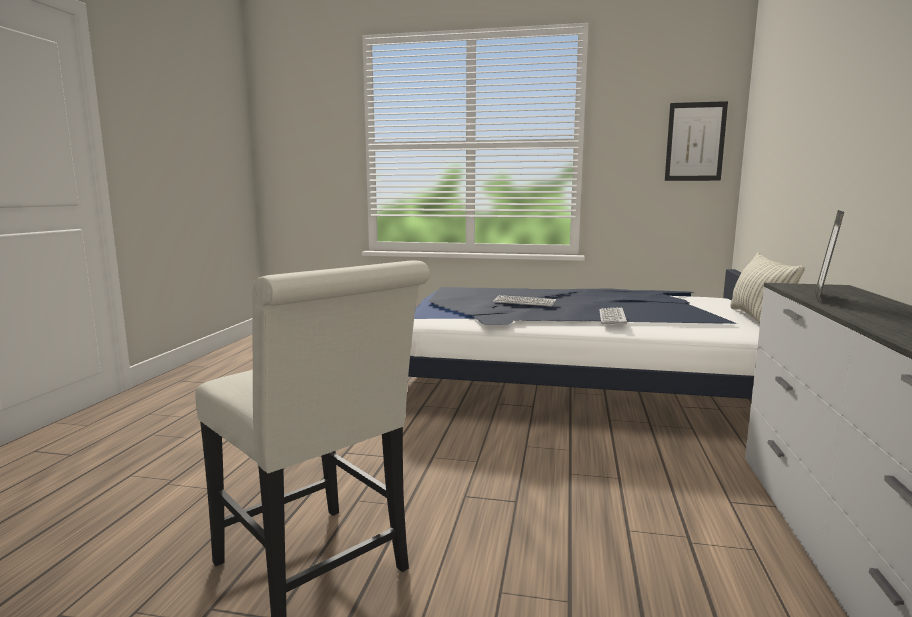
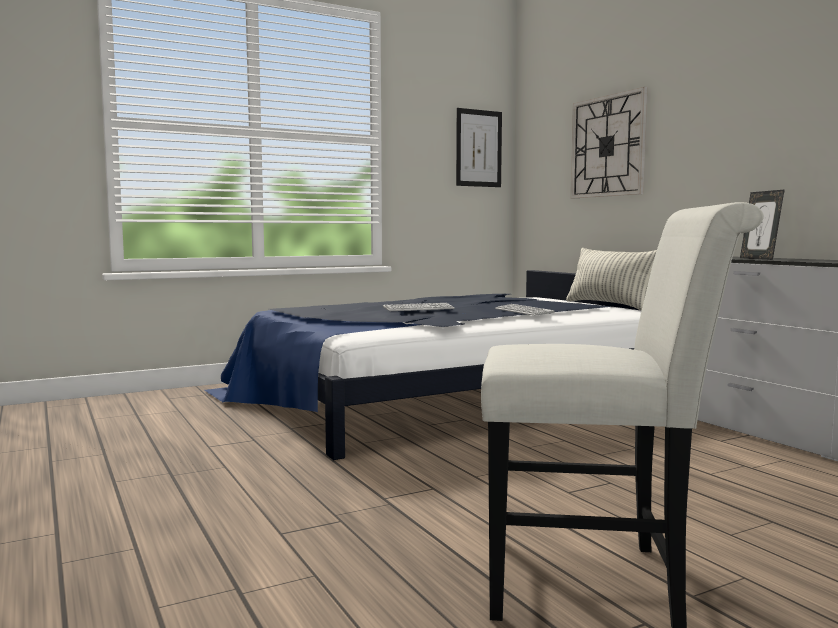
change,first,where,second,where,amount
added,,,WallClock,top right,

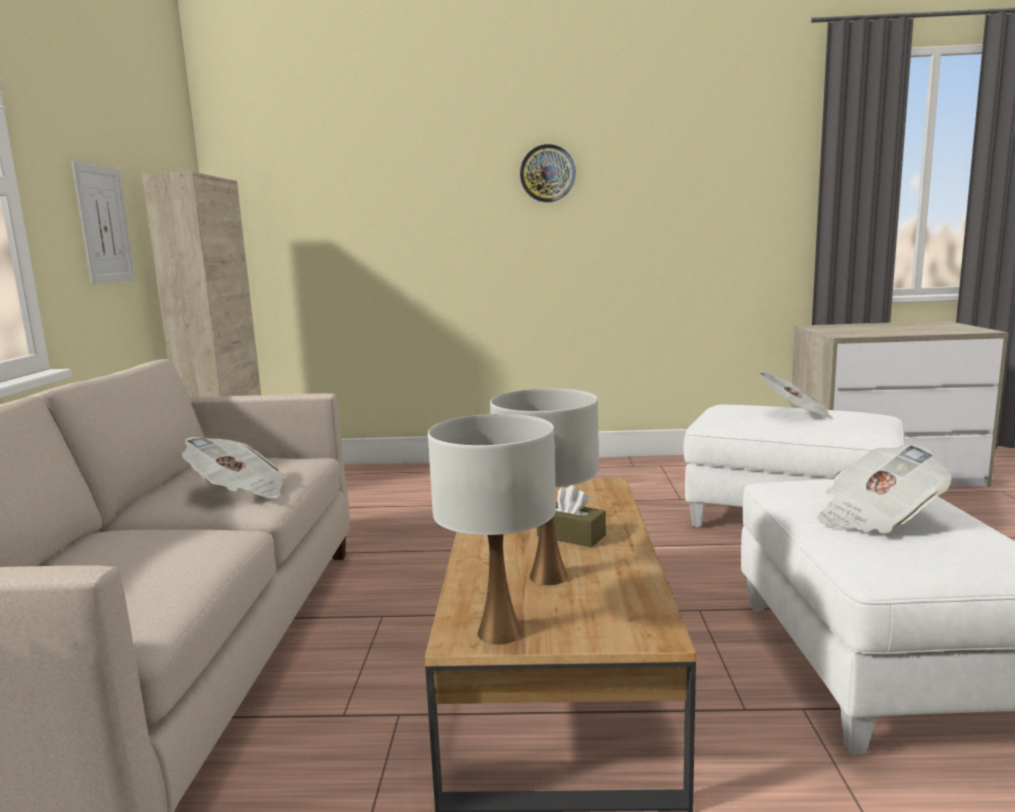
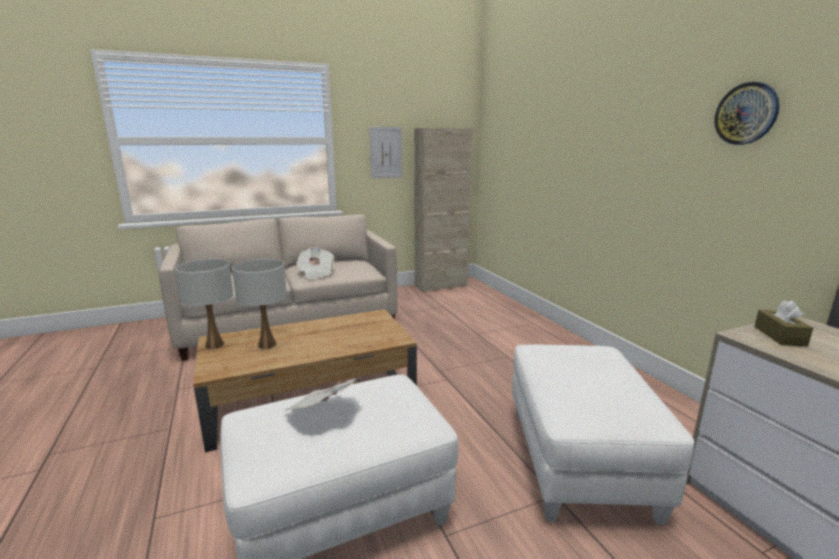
change,first,where,second,where,amount
moved,WallClock,top centre,,top right,
moved,BrownTissueBox,centre,,middle right,
removed,Newspaper (2nd from left),middle right,,,

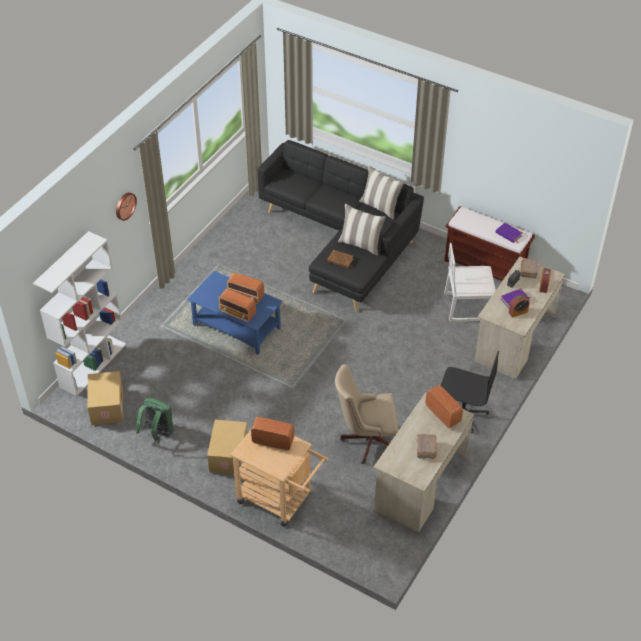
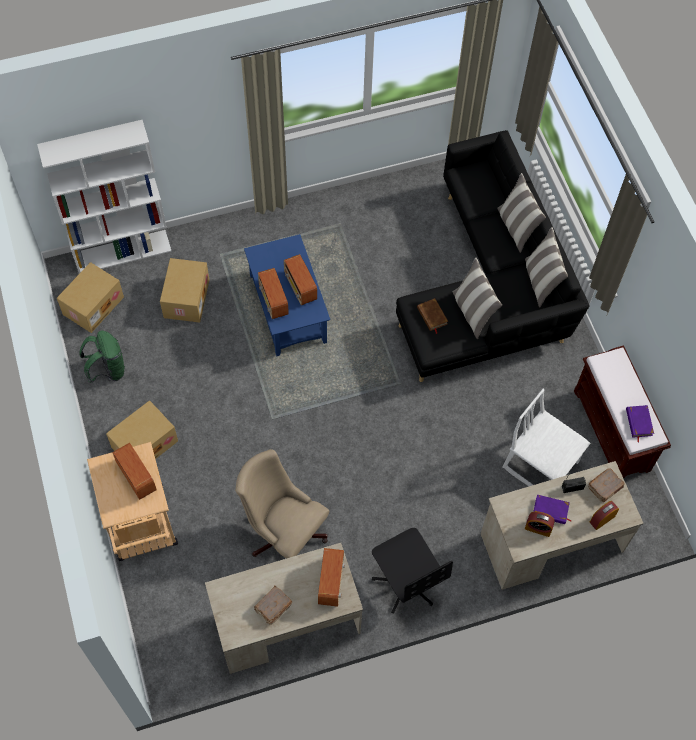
change,first,where,second,where,amount
added,,,CardboardBox (3rd from left),middle left,
added,,,Pillow (2nd from left),top right,
removed,WallClock,top left,,,

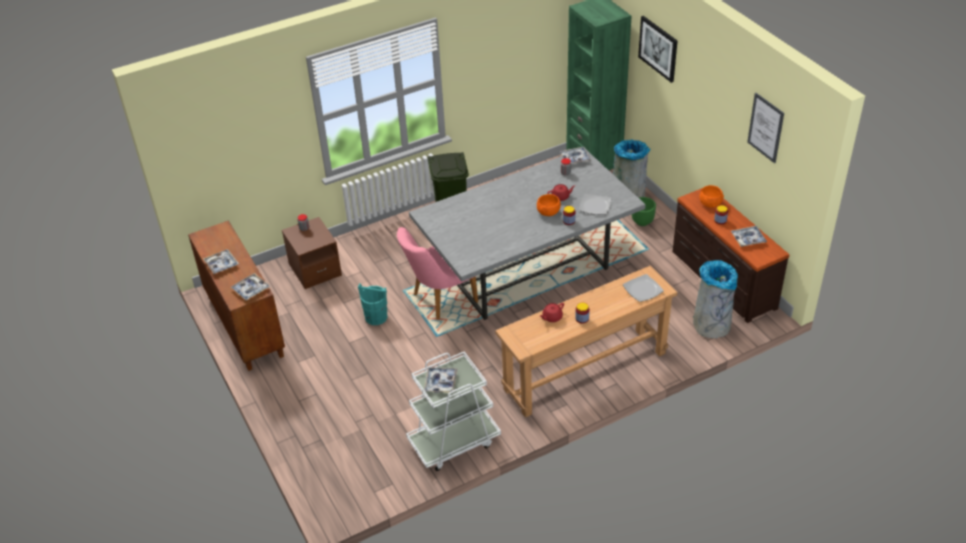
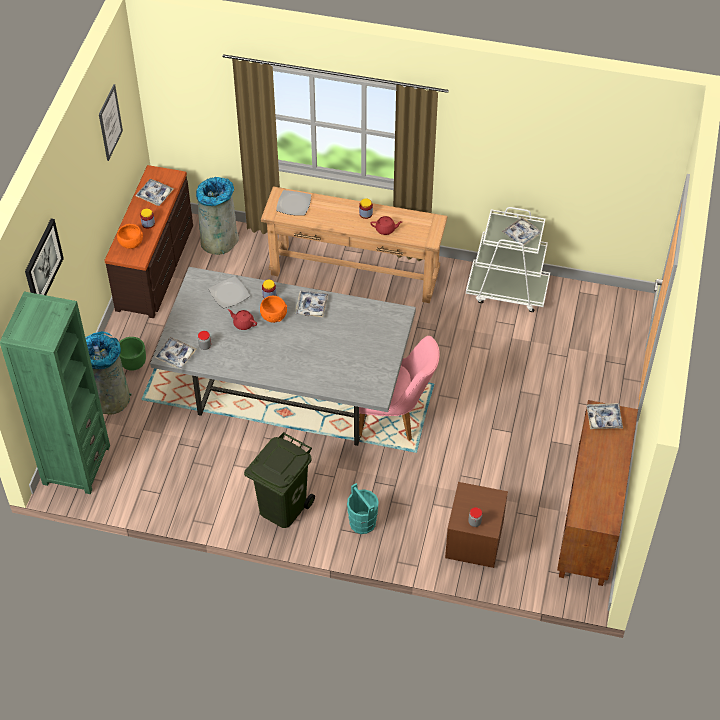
change,first,where,second,where,amount
moved,Tray (1st from left in the first image),middle left,Tray (3rd from left),centre,
moved,TurquoiseBucket,centre,,bottom centre,

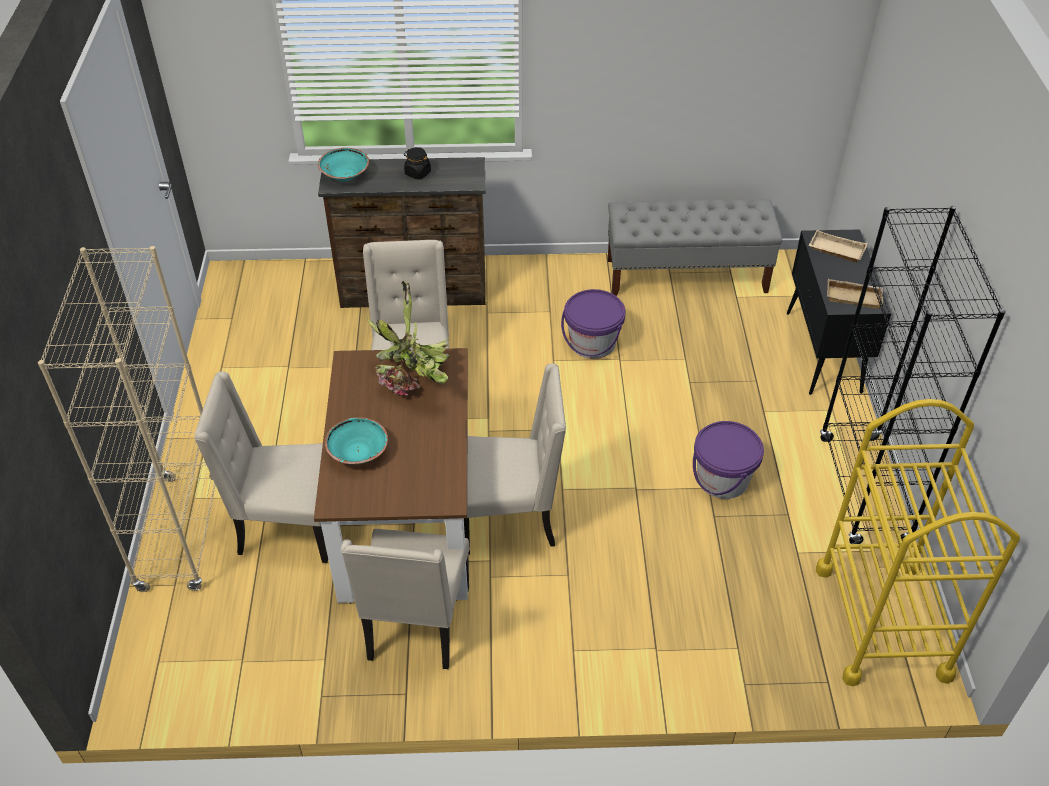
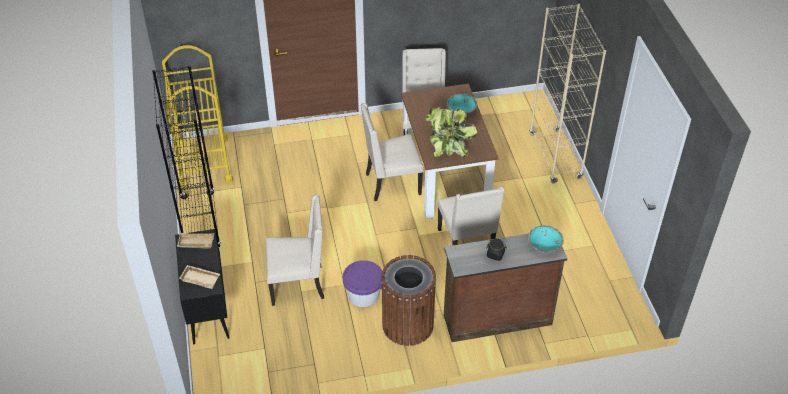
change,first,where,second,where,amount
moved,BeigeChair (1st from left),middle left,,centre,
added,,,BrownTrashCan,bottom centre,
removed,GreyBench,top centre,,,
removed,PurpleBucket (2nd from left),middle right,,,

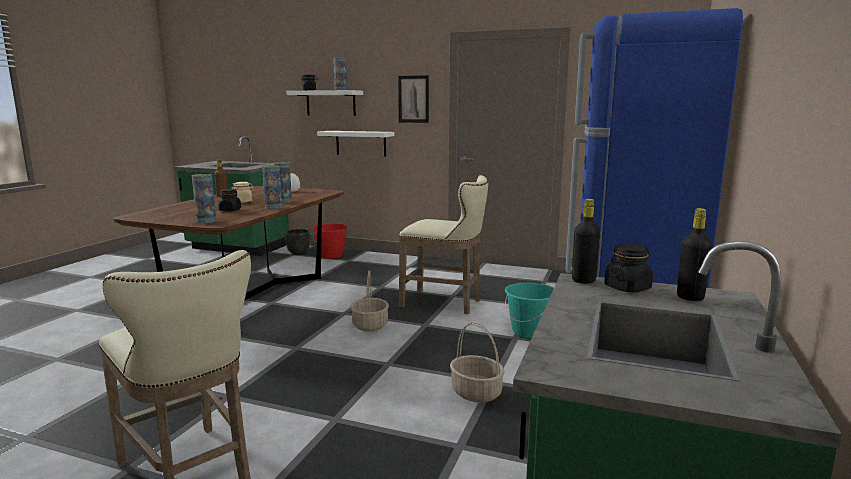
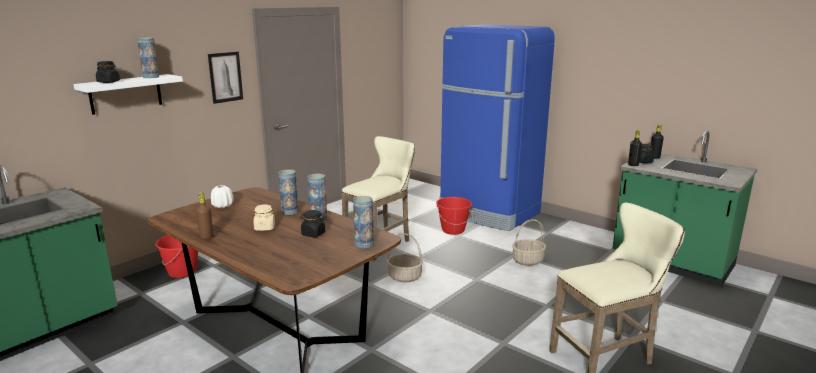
change,first,where,second,where,amount
recoloured,TurquoiseBucket,centre,RedBucket (2nd from left),centre,
removed,BlackPlanter,centre,,,
removed,WhiteShelf (2nd from left),top centre,,,

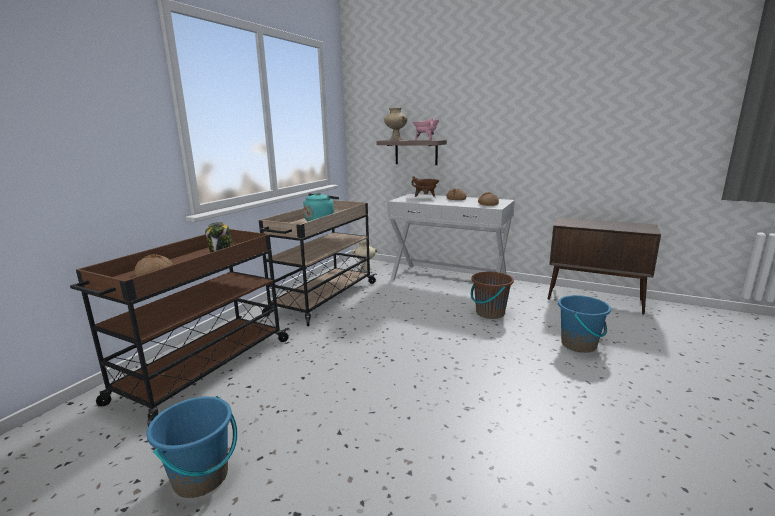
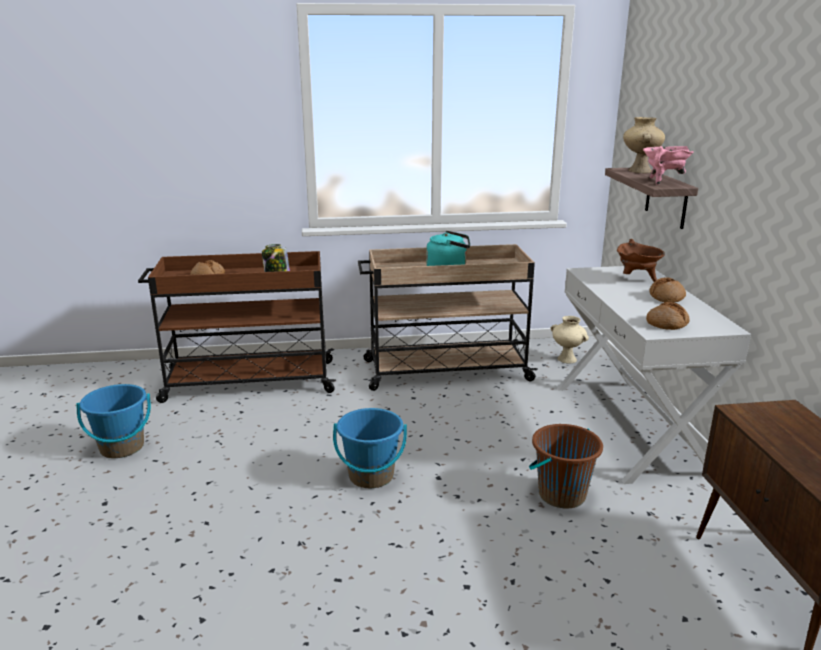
change,first,where,second,where,amount
moved,BlueBucket (2nd from left),middle right,,bottom centre,

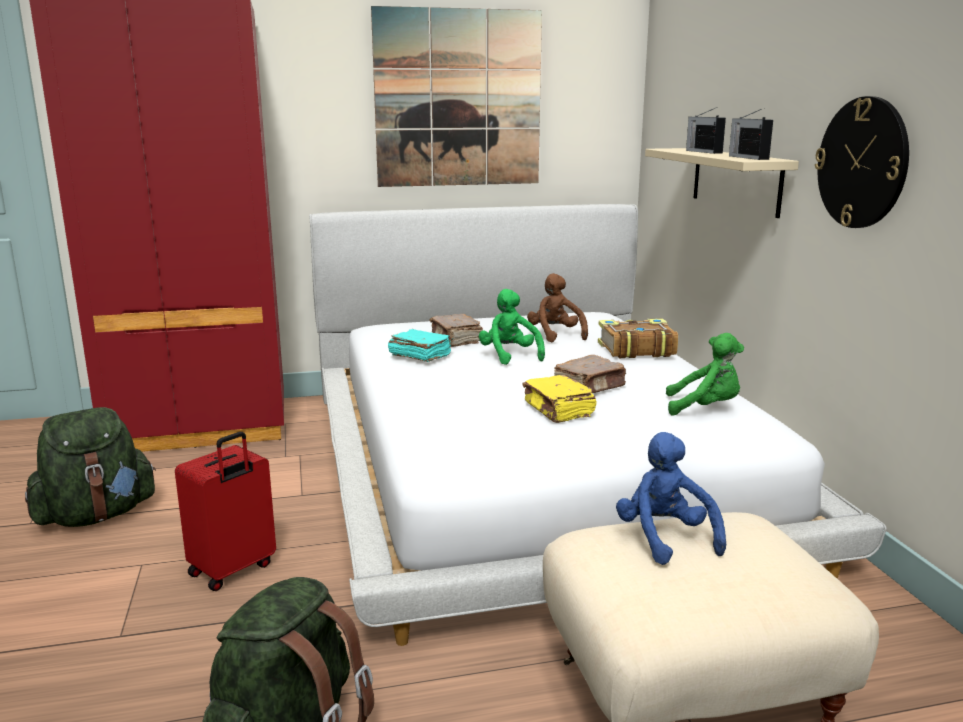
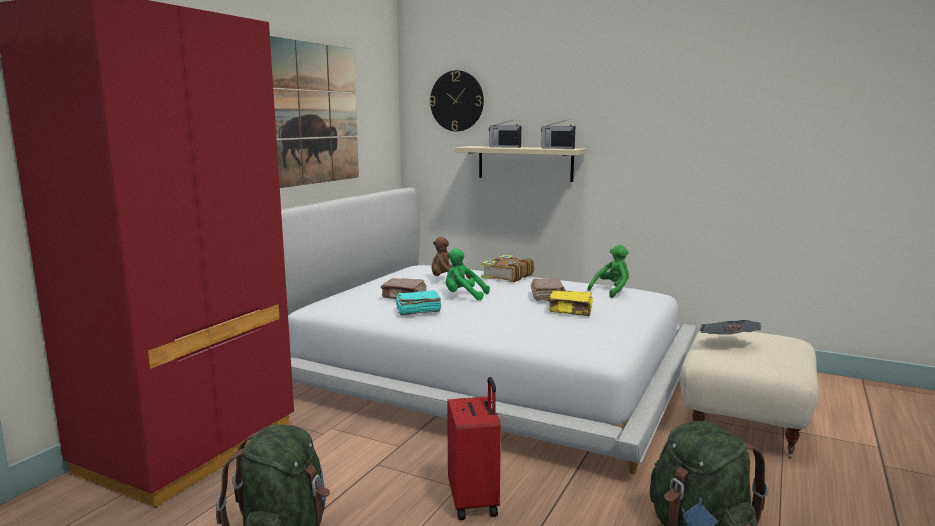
change,first,where,second,where,amount
moved,WallClock,top right,,top centre,
replaced,BluePlushToy,bottom right,Newspaper,middle right,

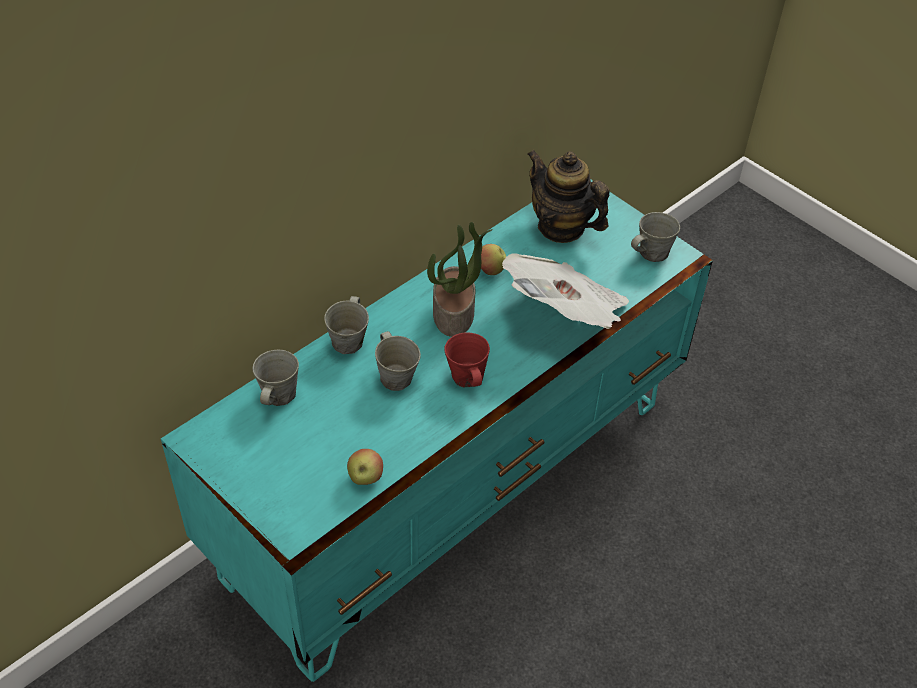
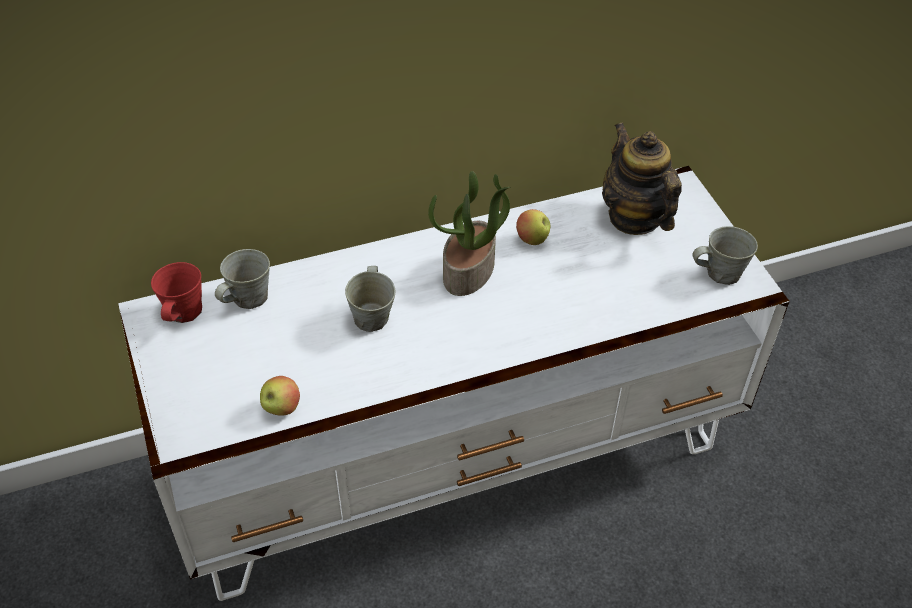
change,first,where,second,where,amount
recoloured,TurquoiseTvStand,centre,WhiteTvStand,centre,
moved,RedMug,centre,,middle left,
removed,GreyMug (2nd from left),centre,,,
removed,Newspaper,centre,,,

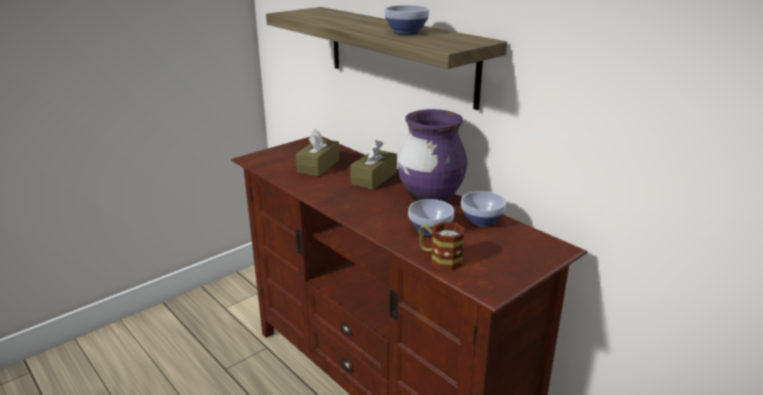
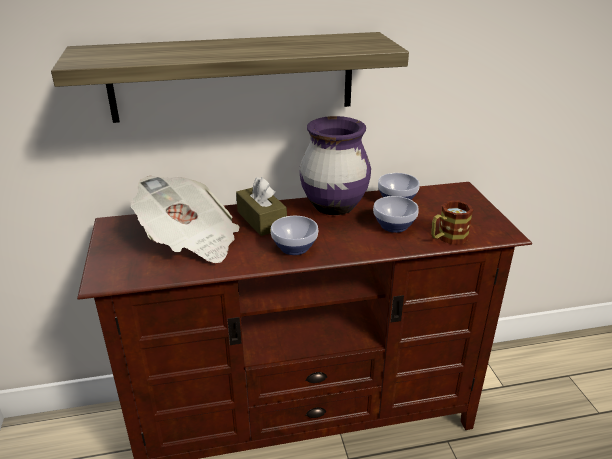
change,first,where,second,where,amount
replaced,BrownTissueBox (1st from left),centre,Newspaper,middle left,
moved,Bowl (1st from left),top centre,,centre,

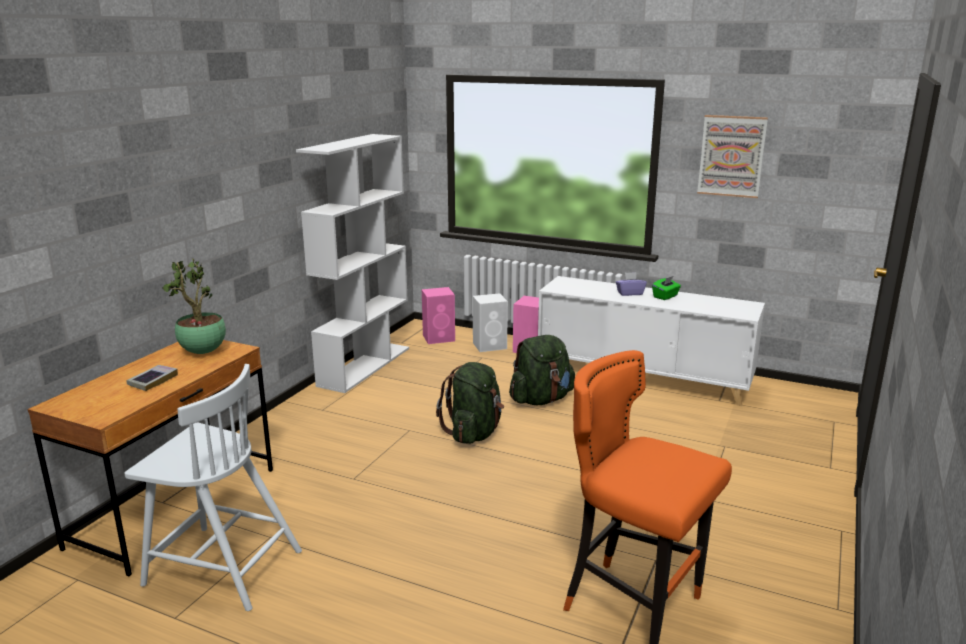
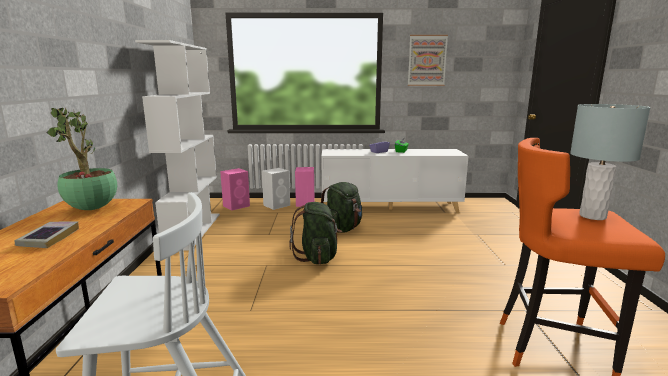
change,first,where,second,where,amount
added,,,GreyTableLamp,middle right,

